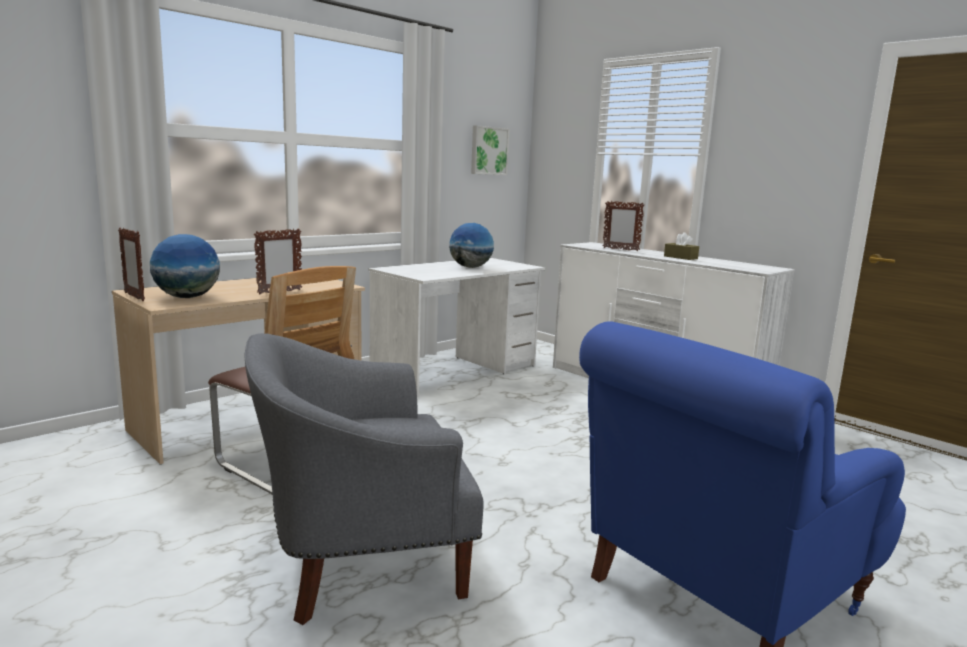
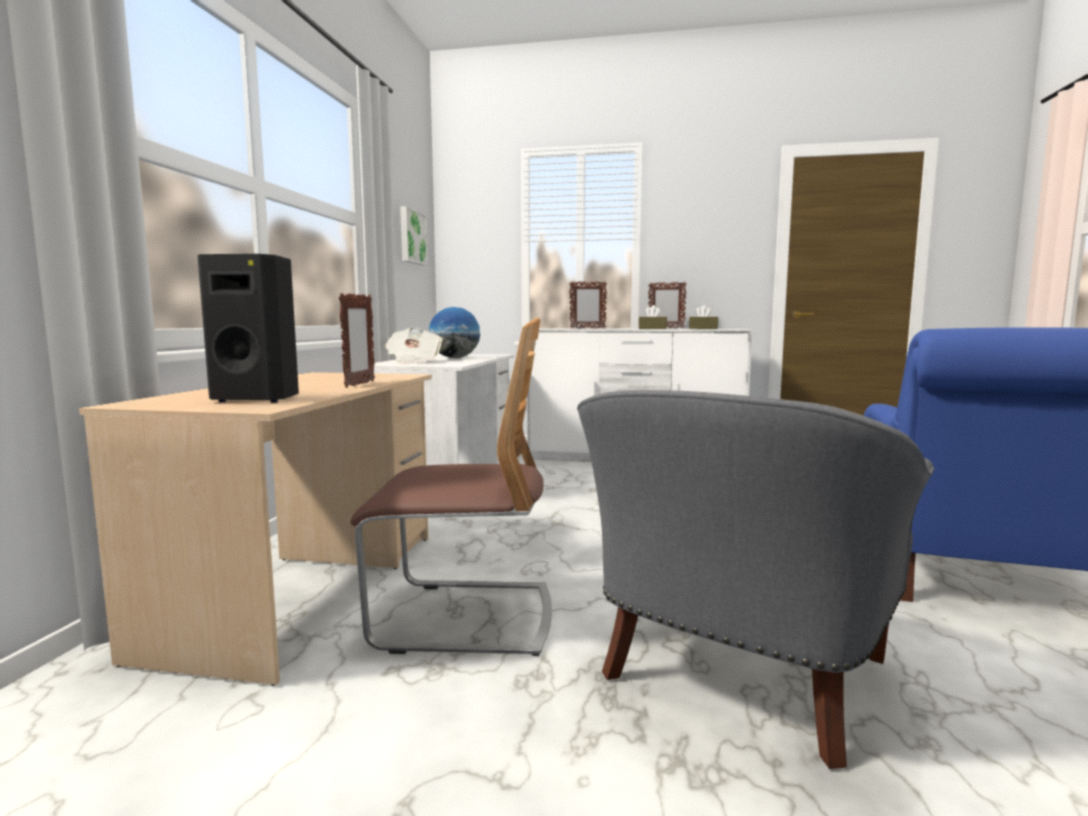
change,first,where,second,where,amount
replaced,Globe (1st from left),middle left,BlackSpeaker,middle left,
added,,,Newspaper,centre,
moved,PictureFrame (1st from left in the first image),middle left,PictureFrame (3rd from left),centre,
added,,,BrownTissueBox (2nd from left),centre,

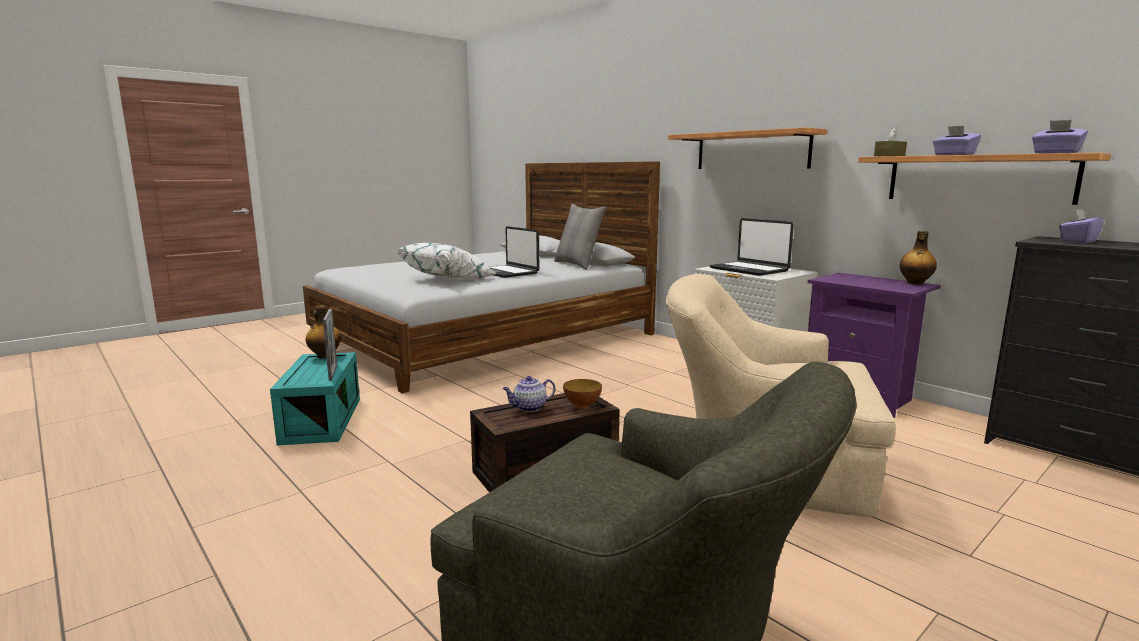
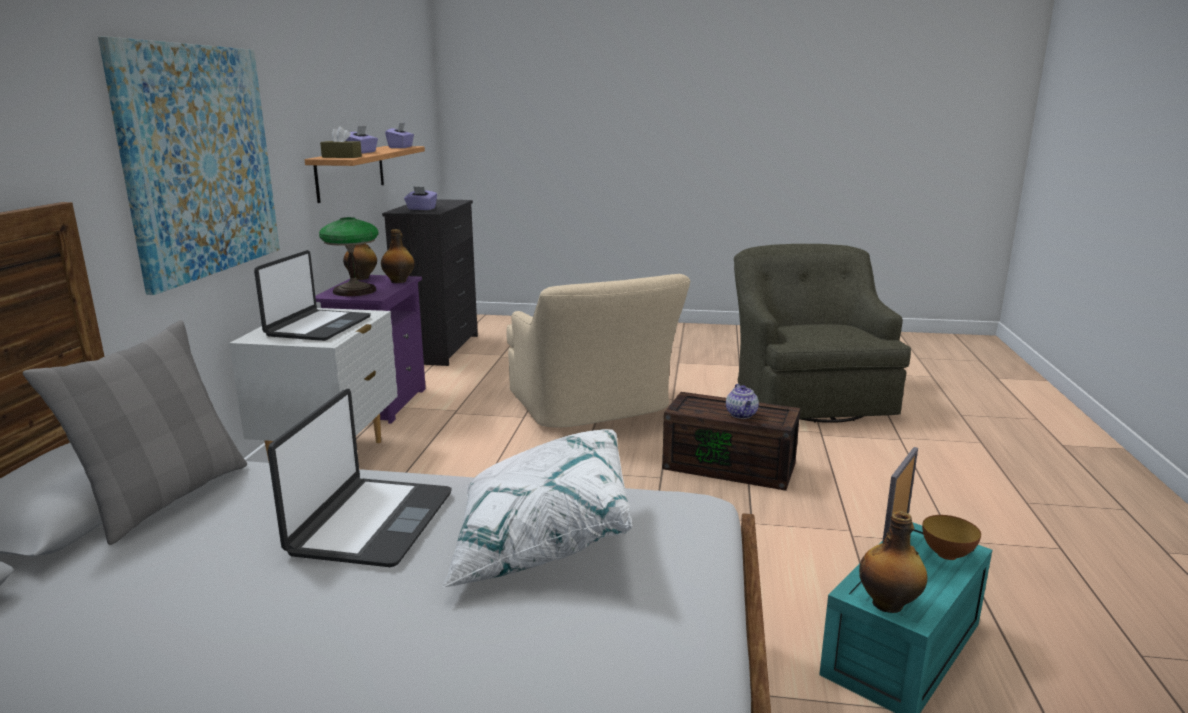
change,first,where,second,where,amount
replaced,Shelf (1st from left),top centre,Picture,top left,
added,,,TableLamp,middle left,
added,,,Bottle (2nd from left),centre,
turned,Teapot,centre,,centre,60 degrees clockwise
moved,Bowl,centre,,bottom right,

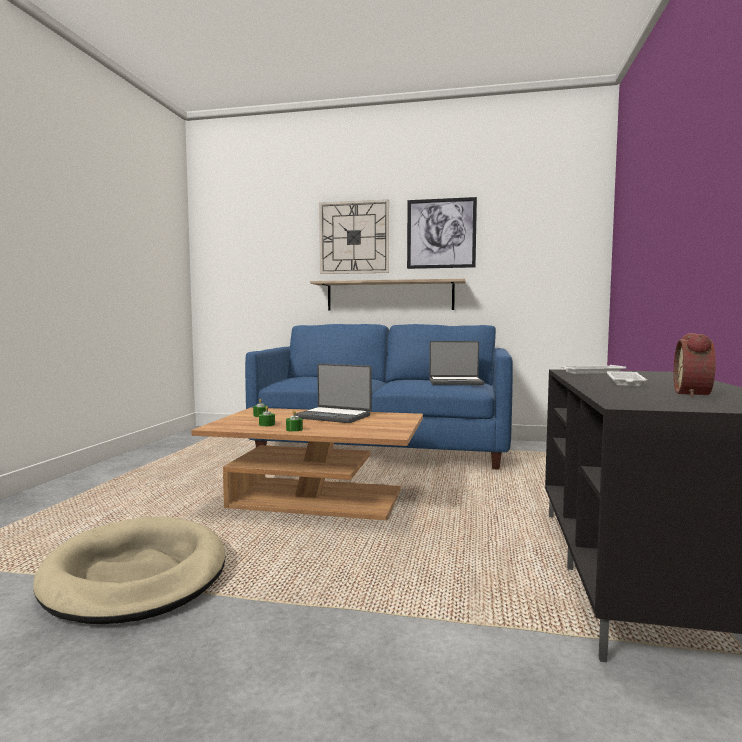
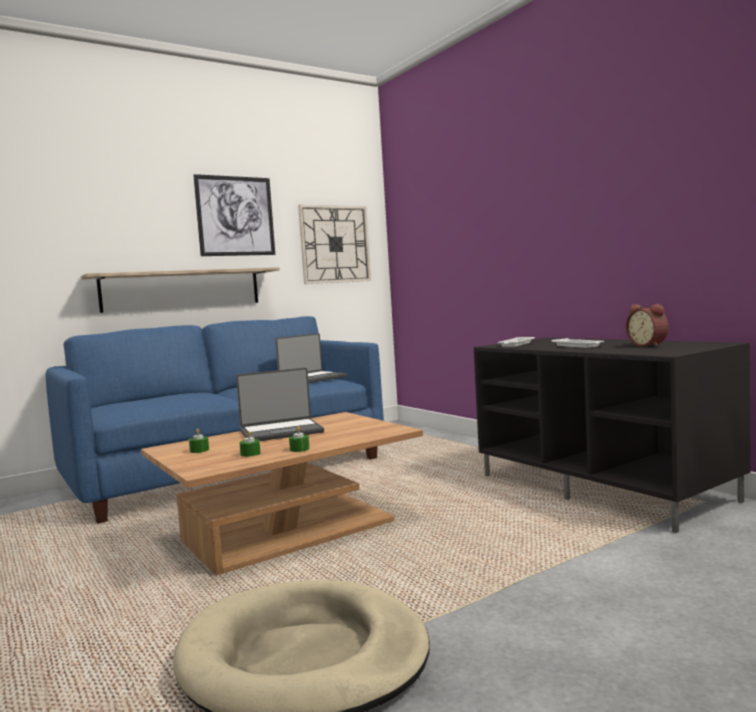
change,first,where,second,where,amount
moved,WallClock,top centre,,centre,

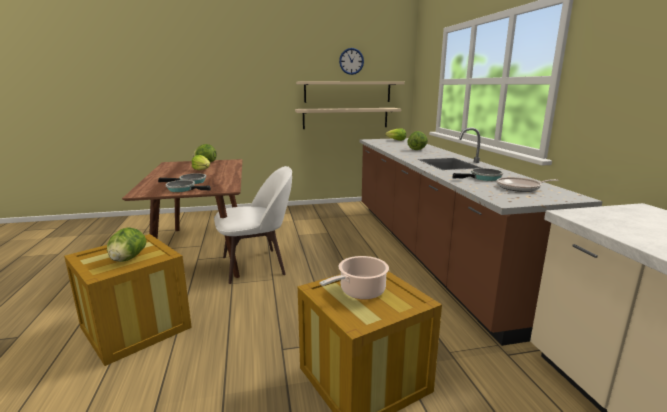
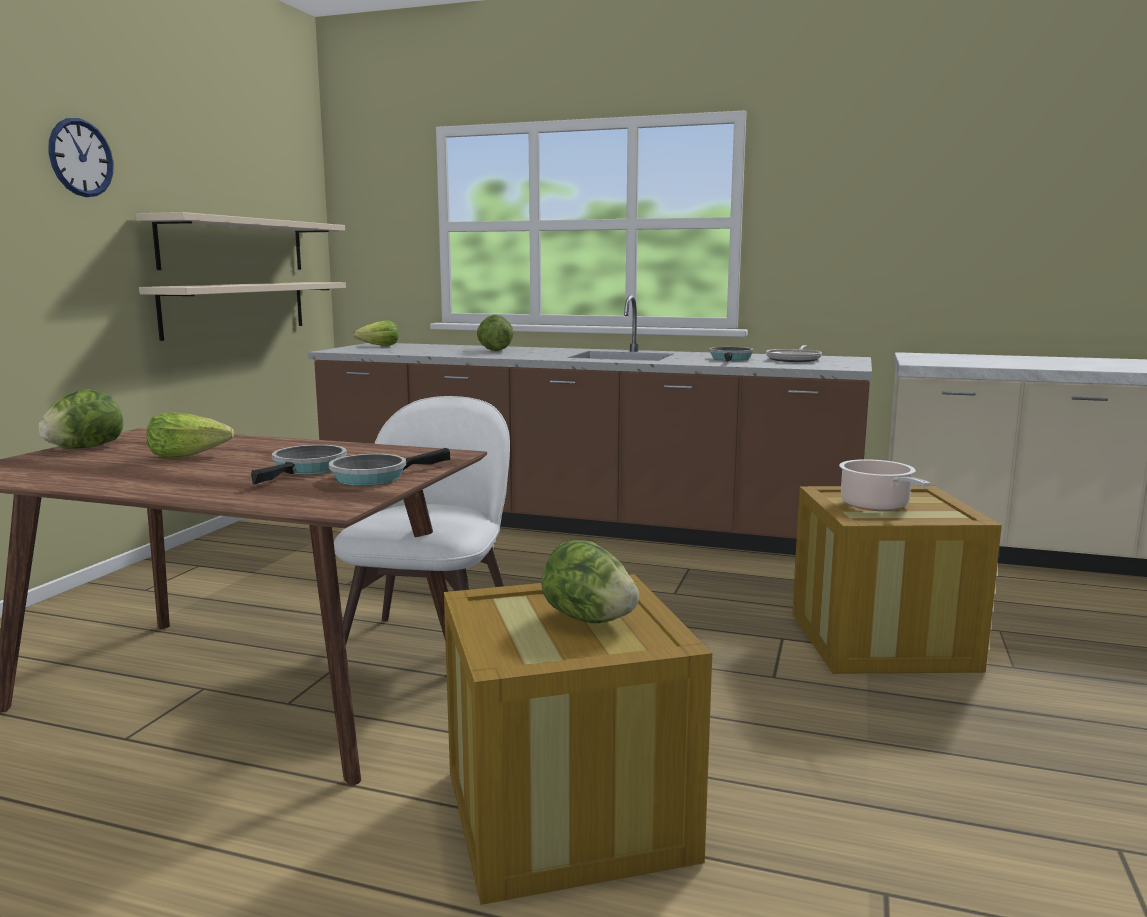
change,first,where,second,where,amount
moved,WallClock,top centre,,top left,

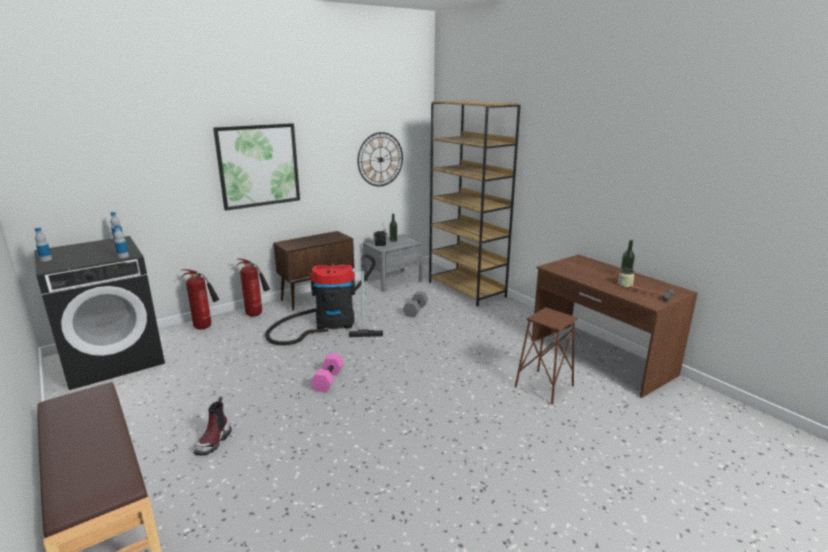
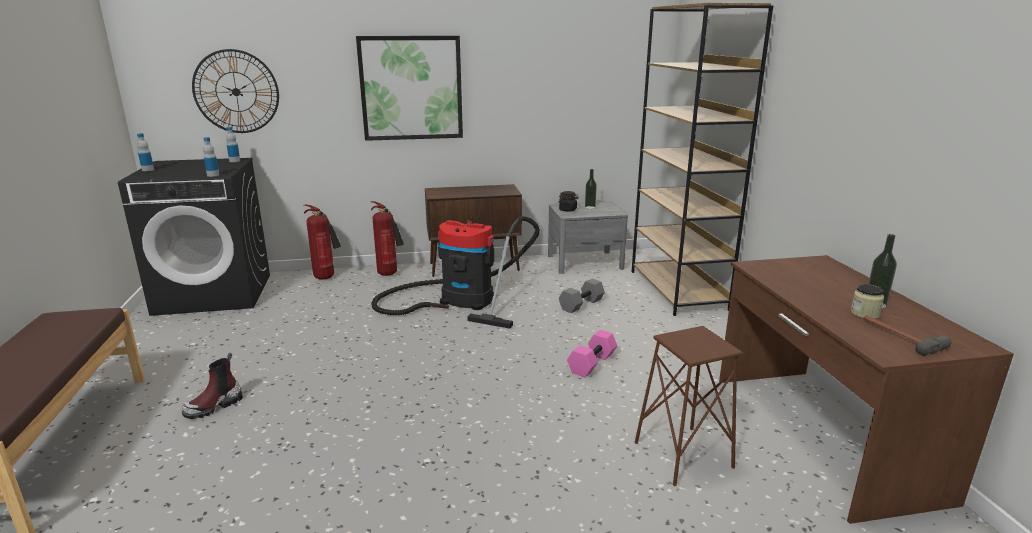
change,first,where,second,where,amount
moved,WallClock,top centre,,top left,
moved,PinkDumbbell,bottom centre,,centre,

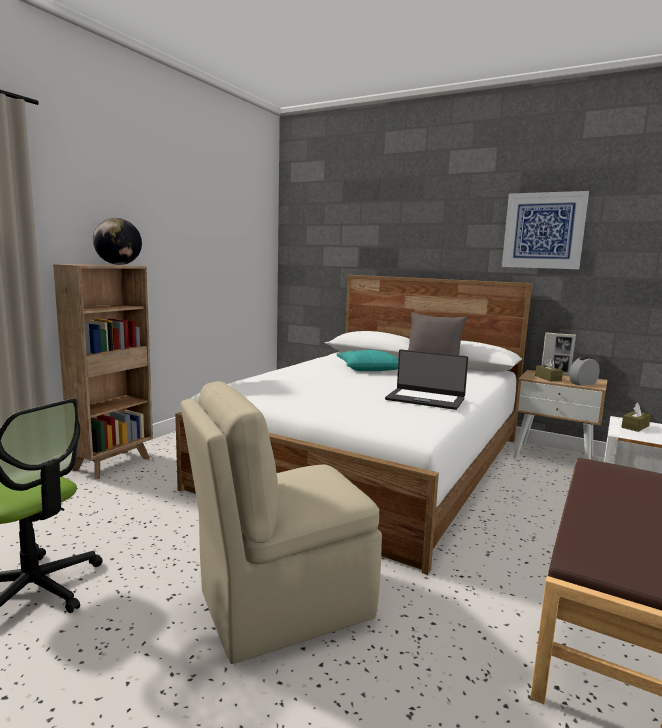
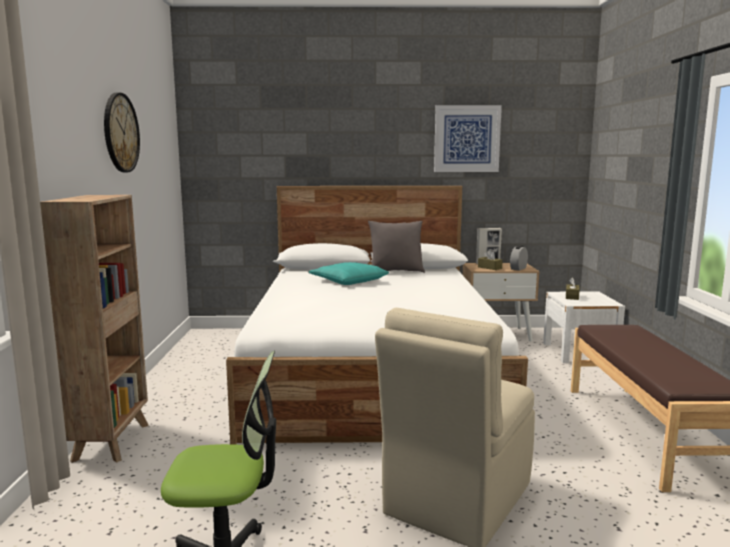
change,first,where,second,where,amount
added,,,WallClock,top left,
removed,Globe,top left,,,
removed,Laptop,centre,,,

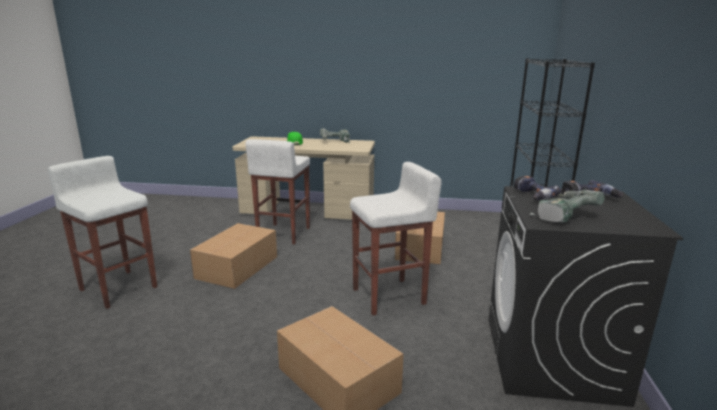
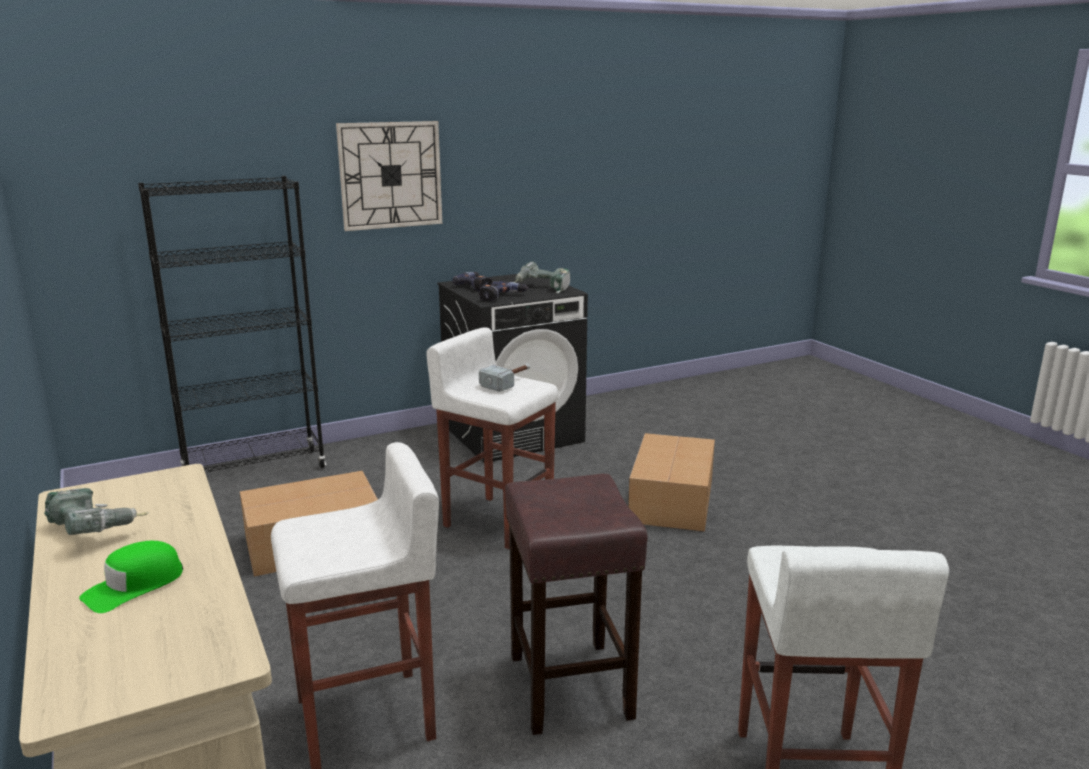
change,first,where,second,where,amount
added,,,WallClock,top centre,
added,,,Hammer,centre,
replaced,CardboardBox (1st from left),middle left,BrownStool,bottom centre,

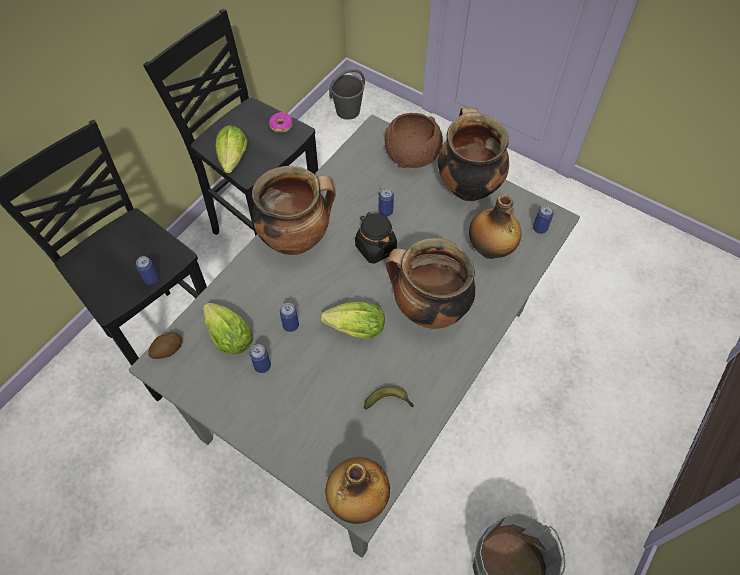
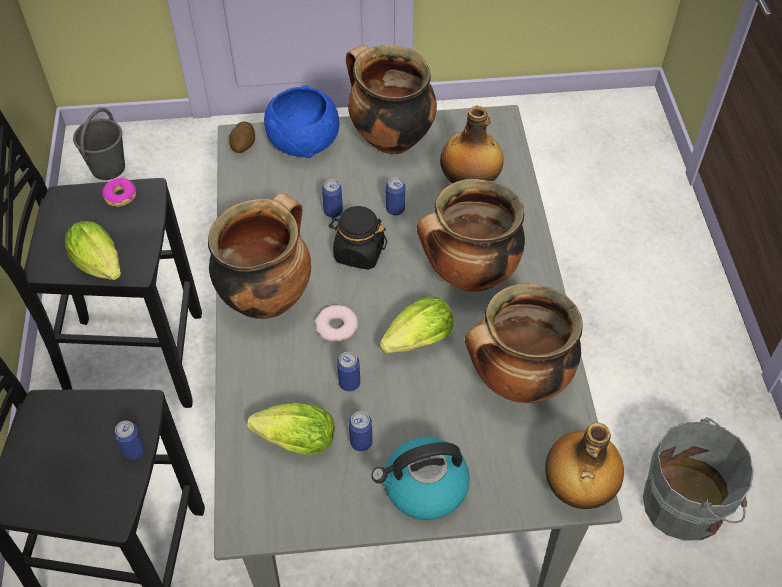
change,first,where,second,where,amount
moved,Potato,middle left,,top left,
recoloured,BrownBowl,top centre,BlueBowl,top centre,
added,,,Donut (2nd from left),centre,
added,,,Kettle,bottom centre,
moved,Can (5th from left),middle right,,centre,
replaced,Banana,bottom centre,CookingPot (4th from left),middle right,

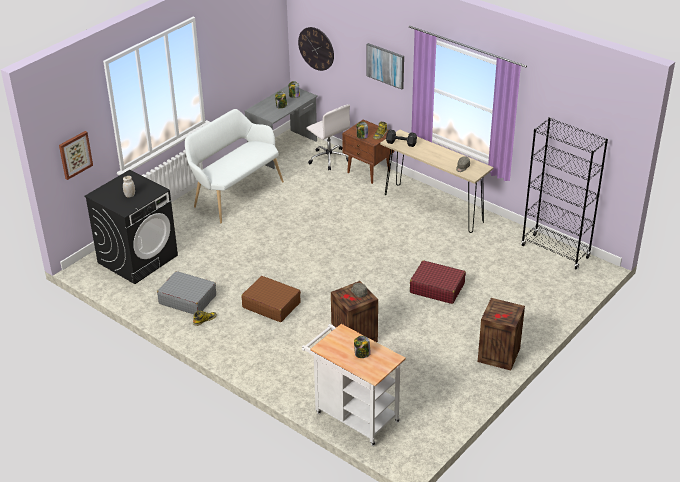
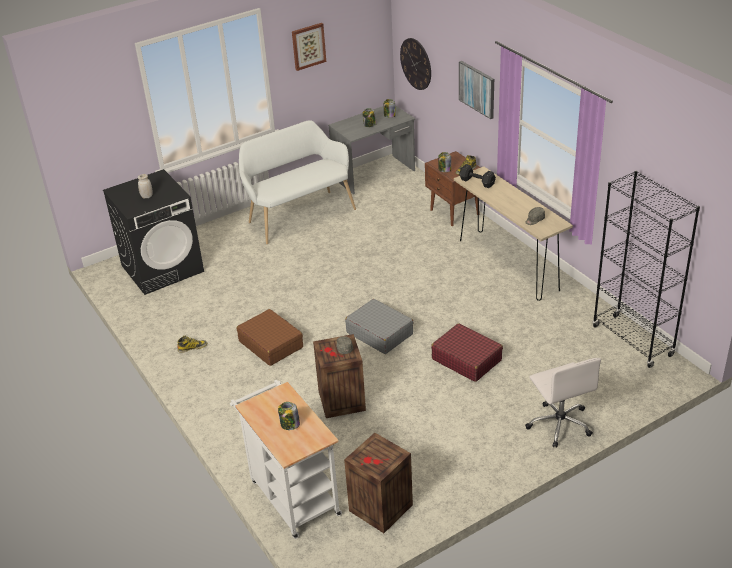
change,first,where,second,where,amount
moved,Picture (1st from left),top left,,top centre,
moved,Crate (2nd from left),bottom right,,bottom centre,
moved,GreySuitcase,middle left,,centre,
moved,WhiteOfficeChair,top centre,,bottom right,

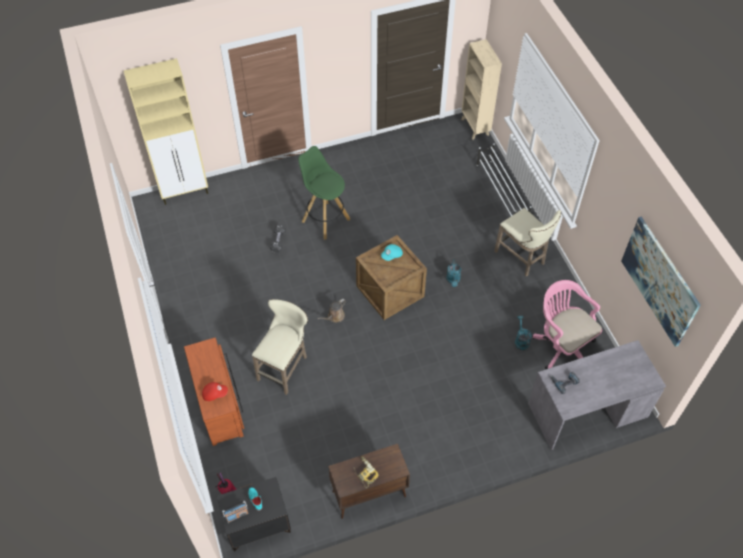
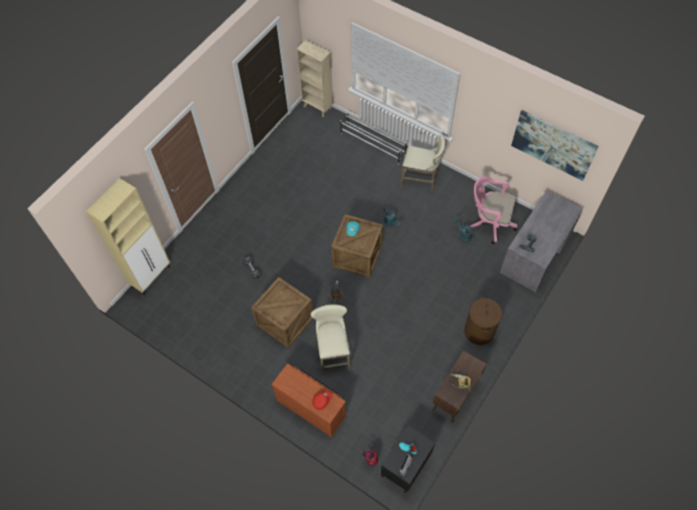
change,first,where,second,where,amount
added,,,Crate (1st from left),centre,
added,,,BrownLaundryBasket,middle right,
removed,GreenStool,centre,,,

